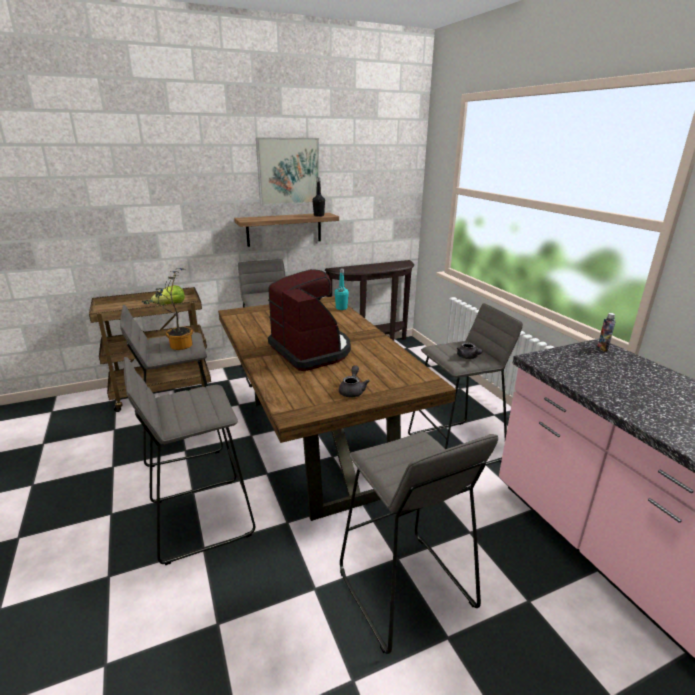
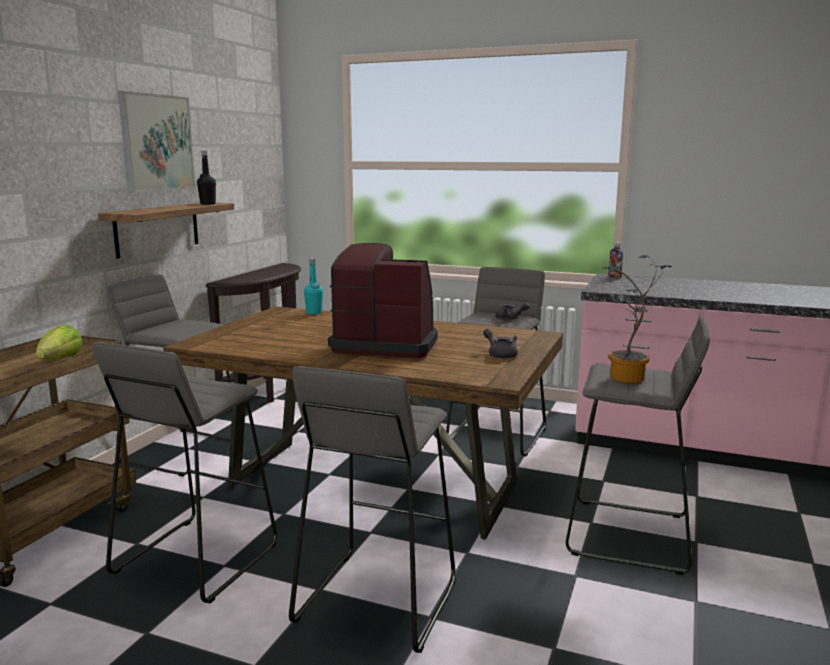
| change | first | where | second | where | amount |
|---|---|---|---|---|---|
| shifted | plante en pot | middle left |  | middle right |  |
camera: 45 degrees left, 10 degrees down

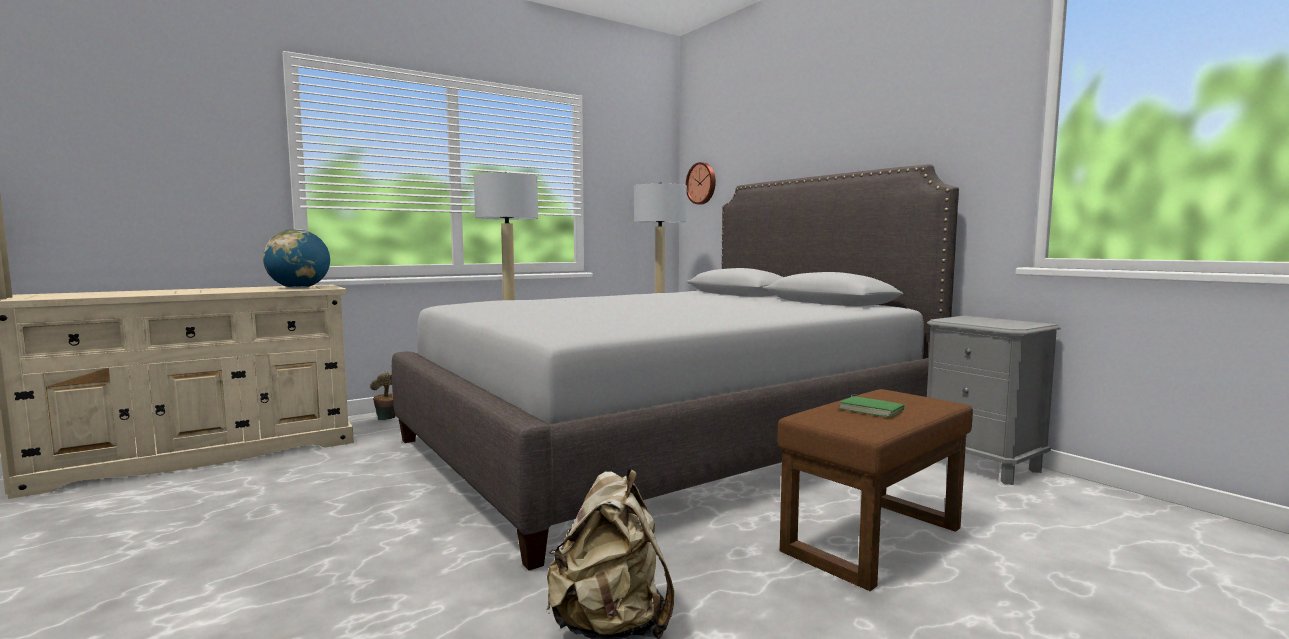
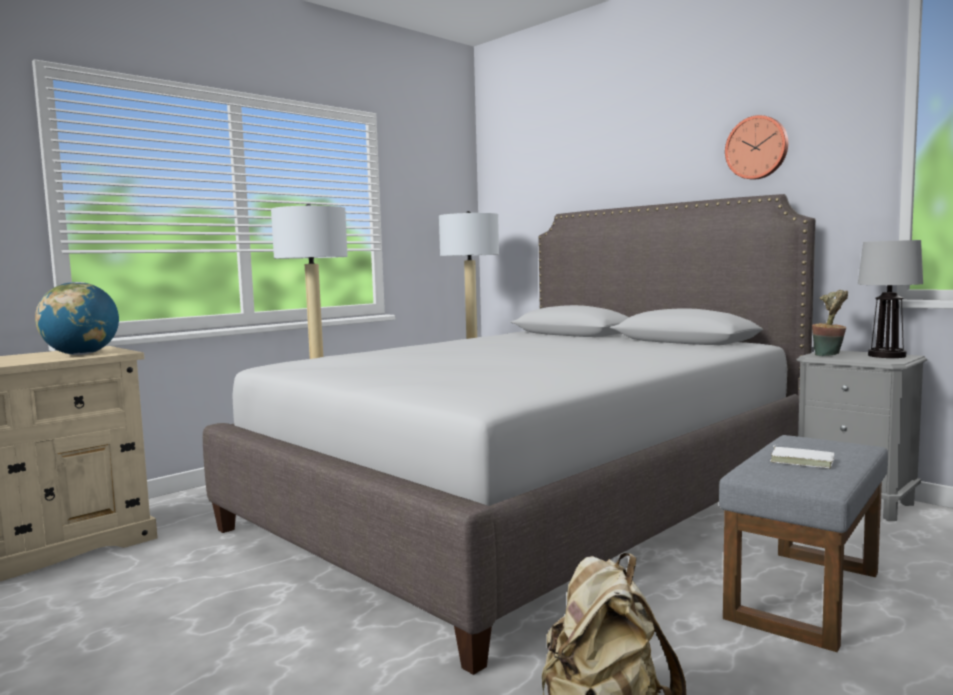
| change | first | where | second | where | amount |
|---|---|---|---|---|---|
| shifted | plante en pot | middle left |  | middle right |  |
| shifted | horloge murale | top centre |  | top right |  |
| repainted | pouf/marron | bottom right | pouf/gris | bottom right |  |
| repainted | livre/vert | middle right | livre/blanc | middle right |  |
| new |  |  | lampe de table | middle right |  |
camera: 10 degrees left, 0 degrees up

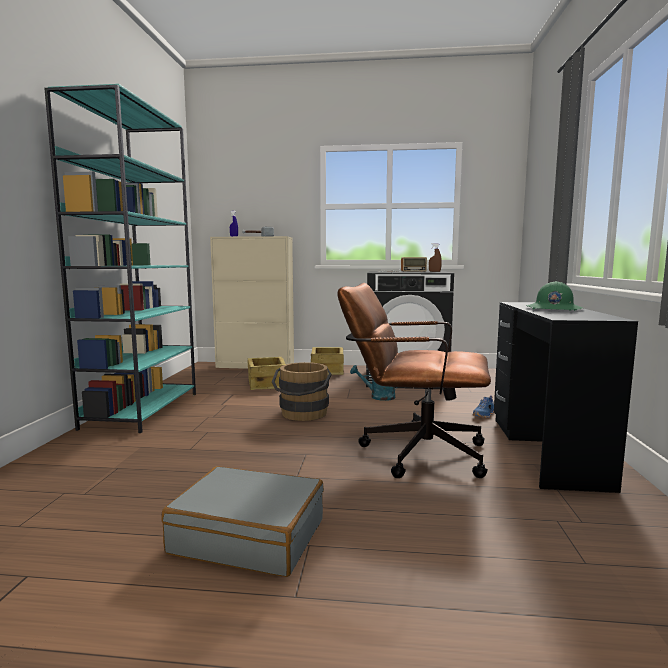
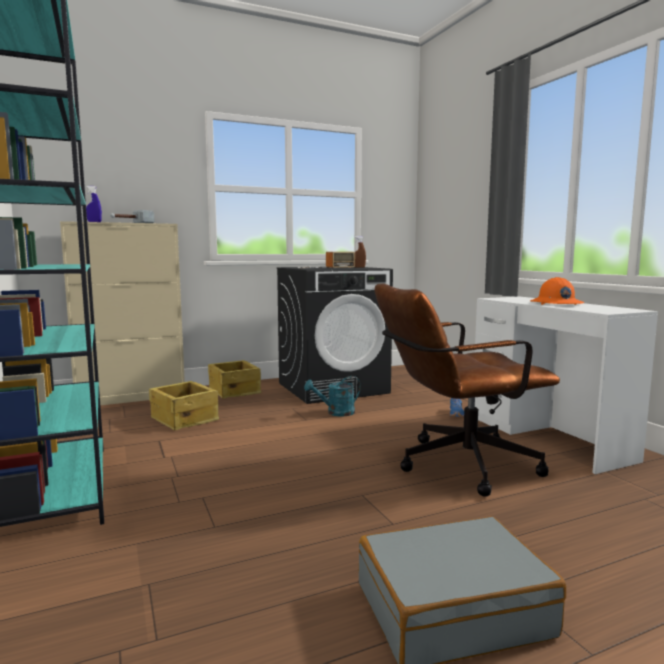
| change | first | where | second | where | amount |
|---|---|---|---|---|---|
| gone | seau/marron | centre |  |  |  |
| repainted | bureau/noir | middle right | bureau/blanc | middle right |  |
| repainted | casque de chantier/vert | middle right | casque de chantier/orange | middle right |  |
camera: 30 degrees left, 0 degrees up

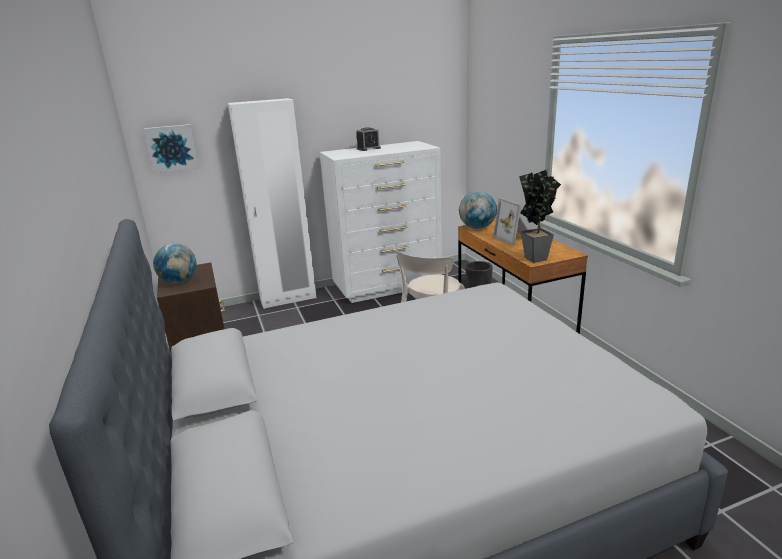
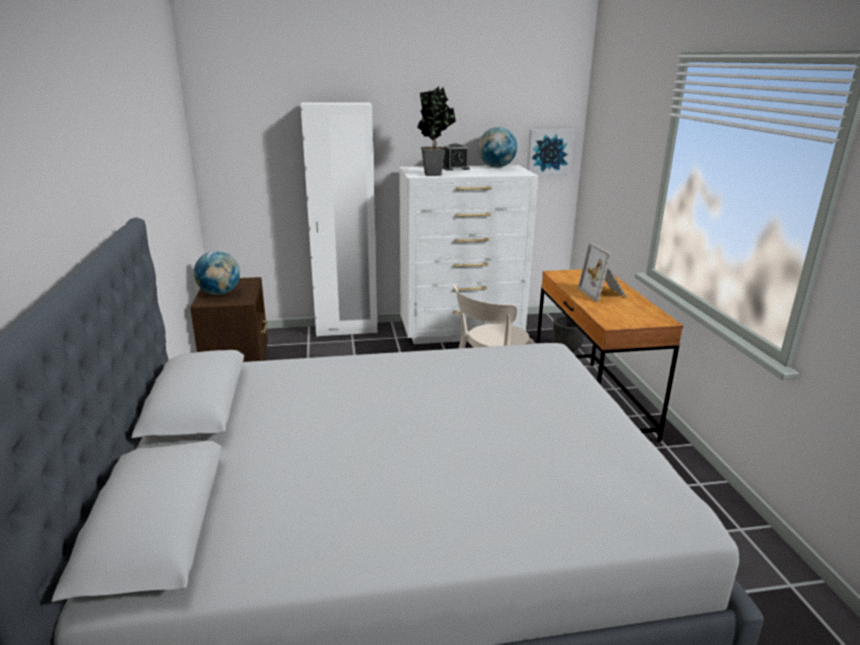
| change | first | where | second | where | amount |
|---|---|---|---|---|---|
| shifted | tableau | top left |  | top centre |  |
| shifted | globe (no. 2 from left) | centre |  | top centre |  |
| shifted | plante en pot | middle right |  | top centre |  |
camera: 10 degrees right, 0 degrees up

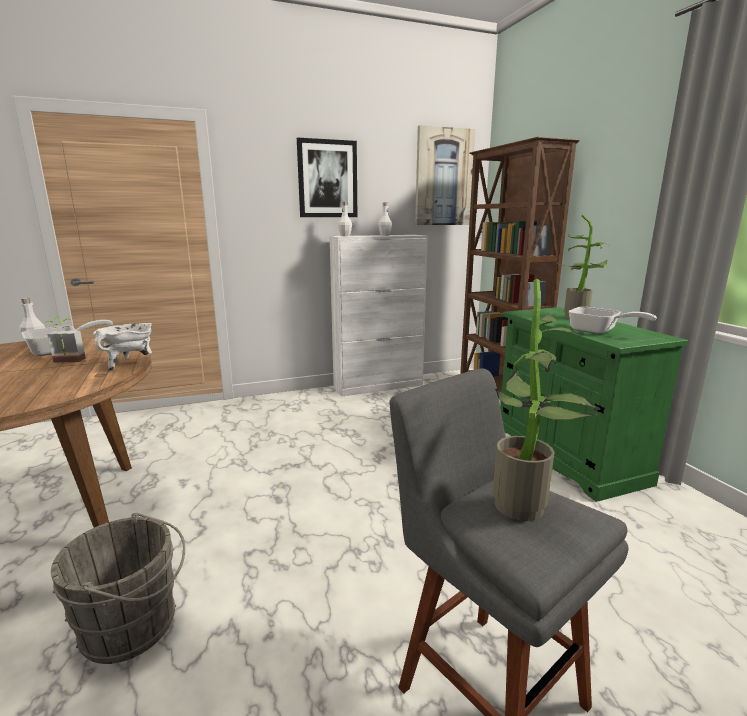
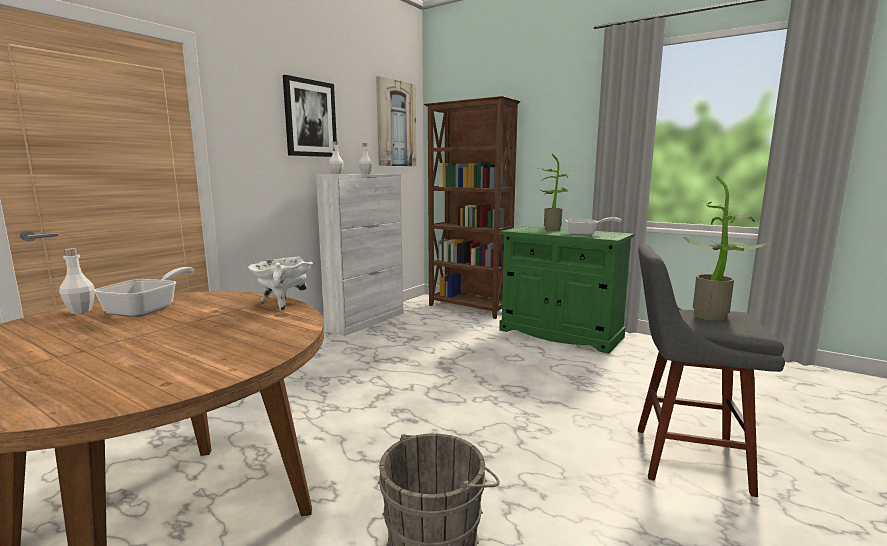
| change | first | where | second | where | amount |
|---|---|---|---|---|---|
| gone | plante en pot (no. 1 from left) | middle left |  |  |  |
camera: 35 degrees left, 5 degrees down

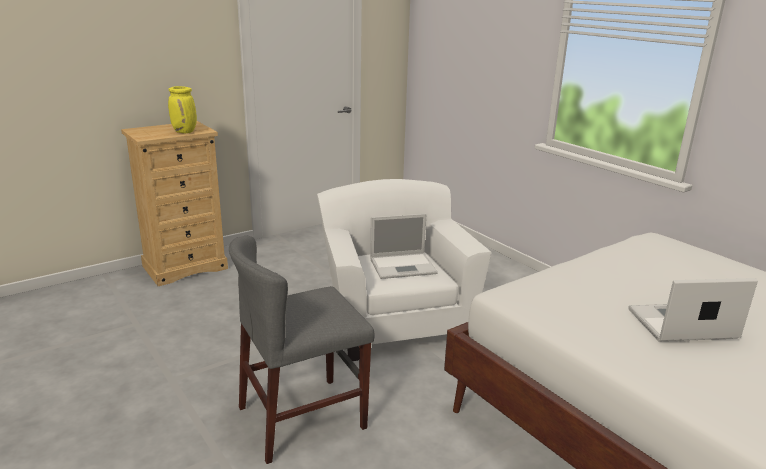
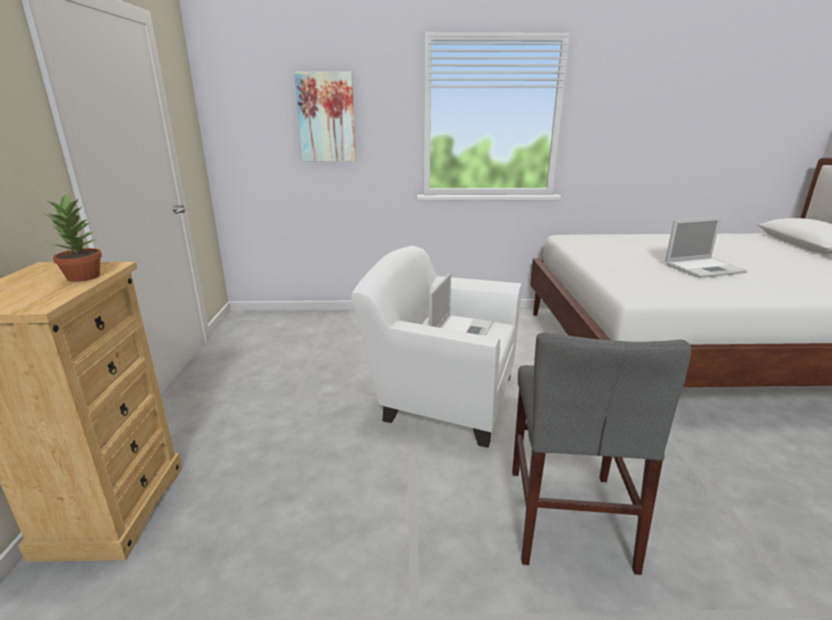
| change | first | where | second | where | amount |
|---|---|---|---|---|---|
| swapped | vase/jaune | top left | plante en pot | middle left |  |
| rotated | ordinateur portable (no. 2 from left) | middle right |  | middle right | 135 degrees counterclockwise |
| new |  |  | tableau | top centre |  |
camera: 55 degrees left, 0 degrees up

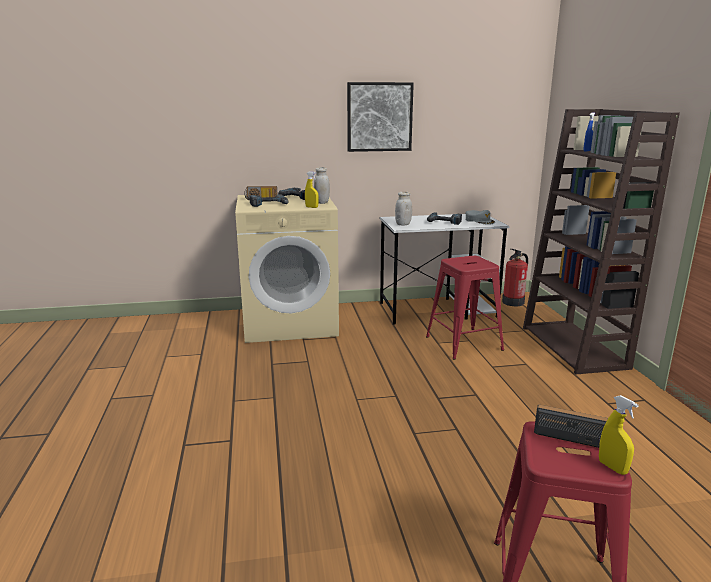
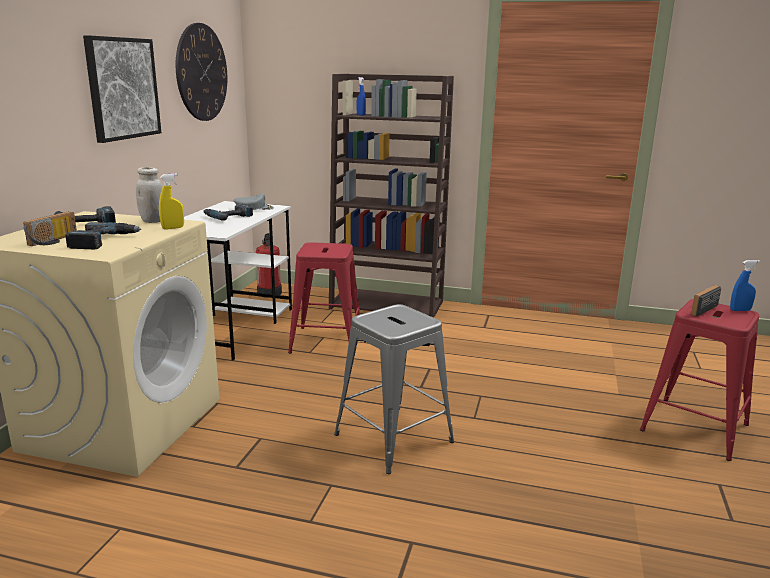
| change | first | where | second | where | amount |
|---|---|---|---|---|---|
| gone | bocal/blanc (no. 2 from left) | centre |  |  |  |
| repainted | vaporisateur/jaune (no. 2 from left) | bottom right | vaporisateur/bleu (no. 2 from left) | middle right |  |
| new |  |  | horloge murale | top left |  |
| new |  |  | tabouret/gris | bottom centre |  |
camera: 65 degrees left, 0 degrees up

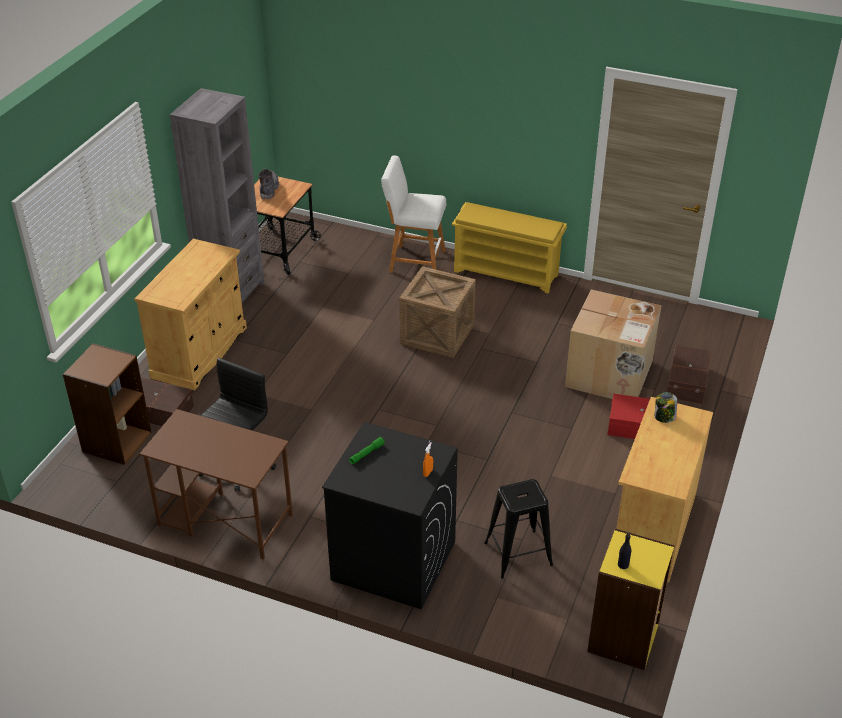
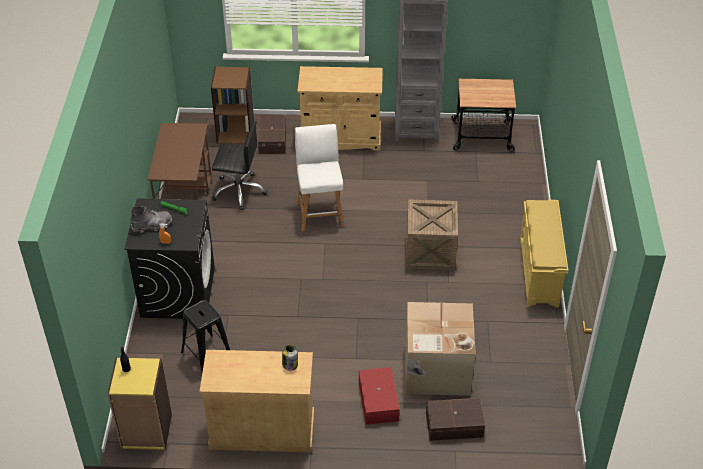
| change | first | where | second | where | amount |
|---|---|---|---|---|---|
| shifted | botte/gris | top left |  | middle left |  |
| shifted | tabouret/blanc | top centre |  | centre |  |
camera: 70 degrees right, 5 degrees up

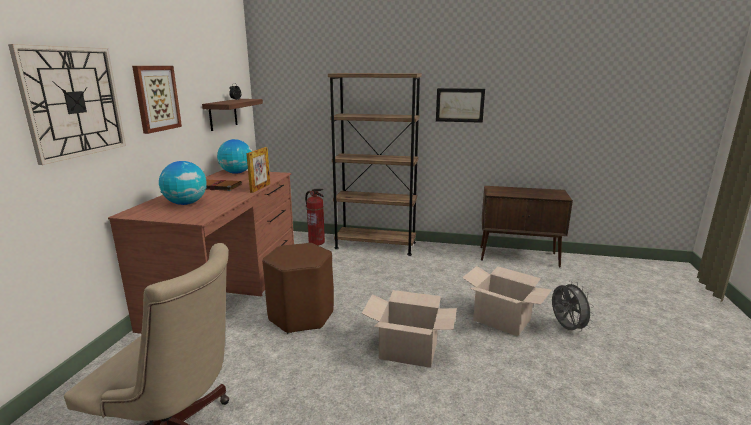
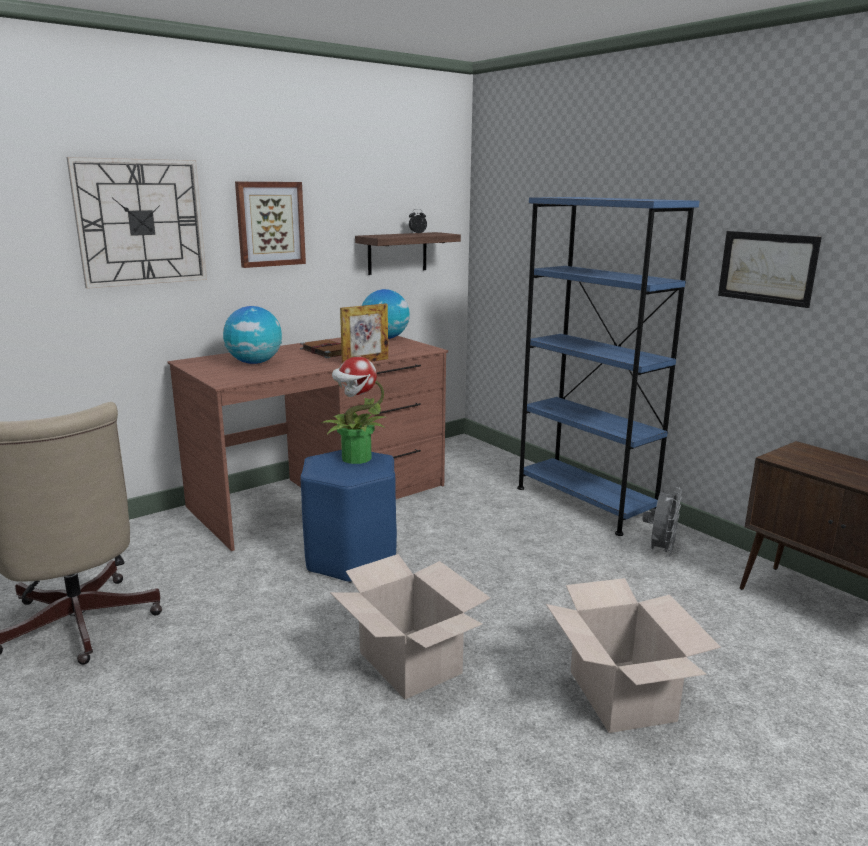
| change | first | where | second | where | amount |
|---|---|---|---|---|---|
| repainted | tabouret/marron | bottom centre | tabouret/bleu | centre |  |
| gone | extincteur | centre |  |  |  |
| repainted | bibliothèque/marron | centre | bibliothèque/bleu | middle right |  |
| shifted | ventilateur/gris | bottom right |  | middle right |  |
| new |  |  | plante en pot | centre |  |
camera: 40 degrees right, 0 degrees up

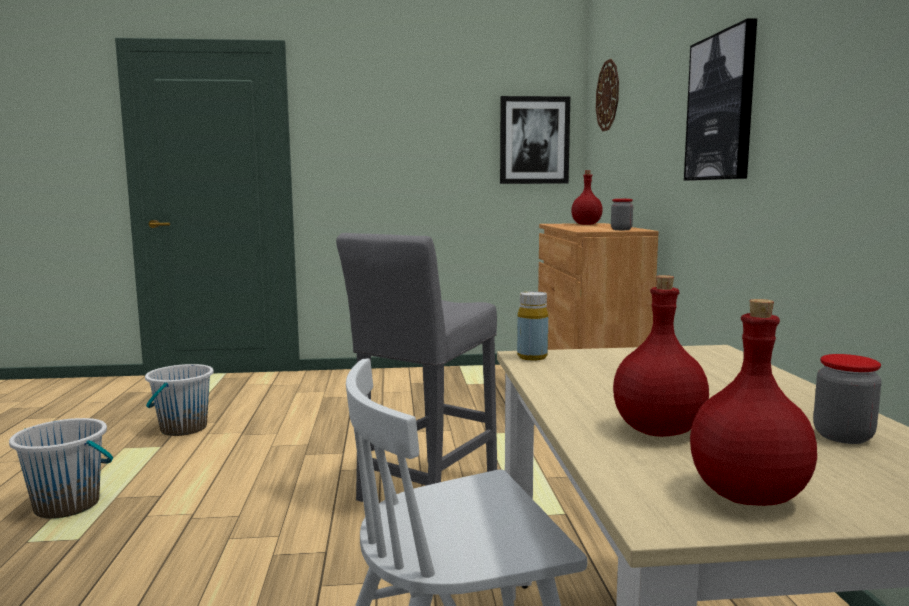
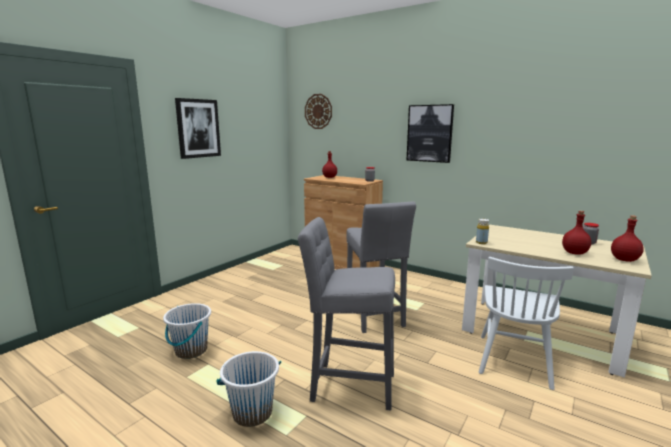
| change | first | where | second | where | amount |
|---|---|---|---|---|---|
| shifted | tableau (no. 1 from left) | top centre |  | top left |  |
| new |  |  | tabouret/gris (no. 1 from left) | bottom centre |  |
camera: 50 degrees left, 5 degrees up

